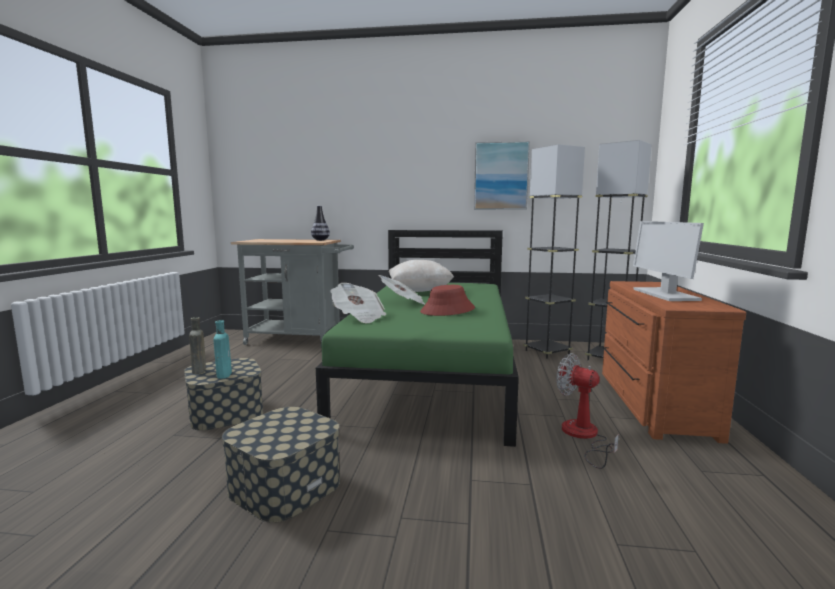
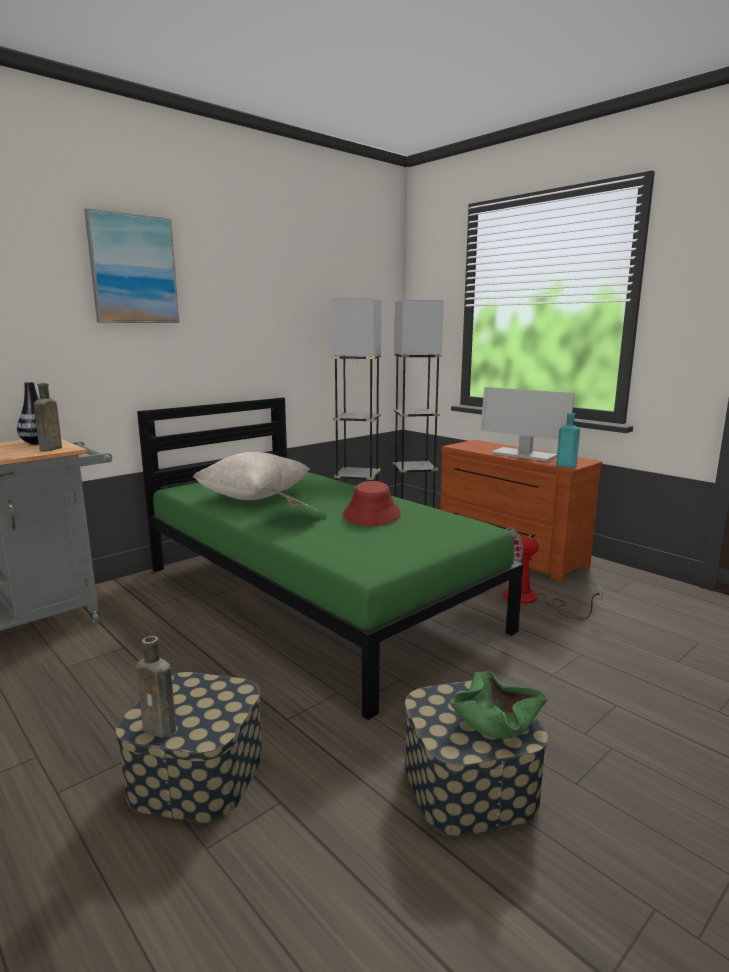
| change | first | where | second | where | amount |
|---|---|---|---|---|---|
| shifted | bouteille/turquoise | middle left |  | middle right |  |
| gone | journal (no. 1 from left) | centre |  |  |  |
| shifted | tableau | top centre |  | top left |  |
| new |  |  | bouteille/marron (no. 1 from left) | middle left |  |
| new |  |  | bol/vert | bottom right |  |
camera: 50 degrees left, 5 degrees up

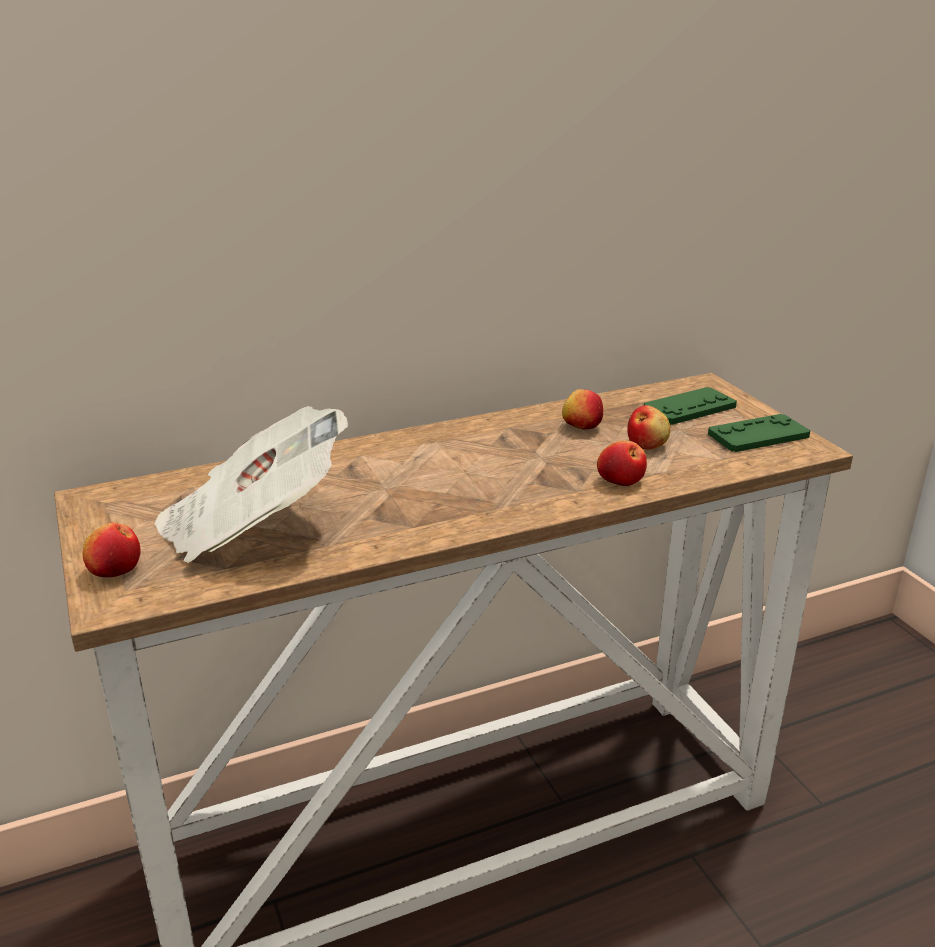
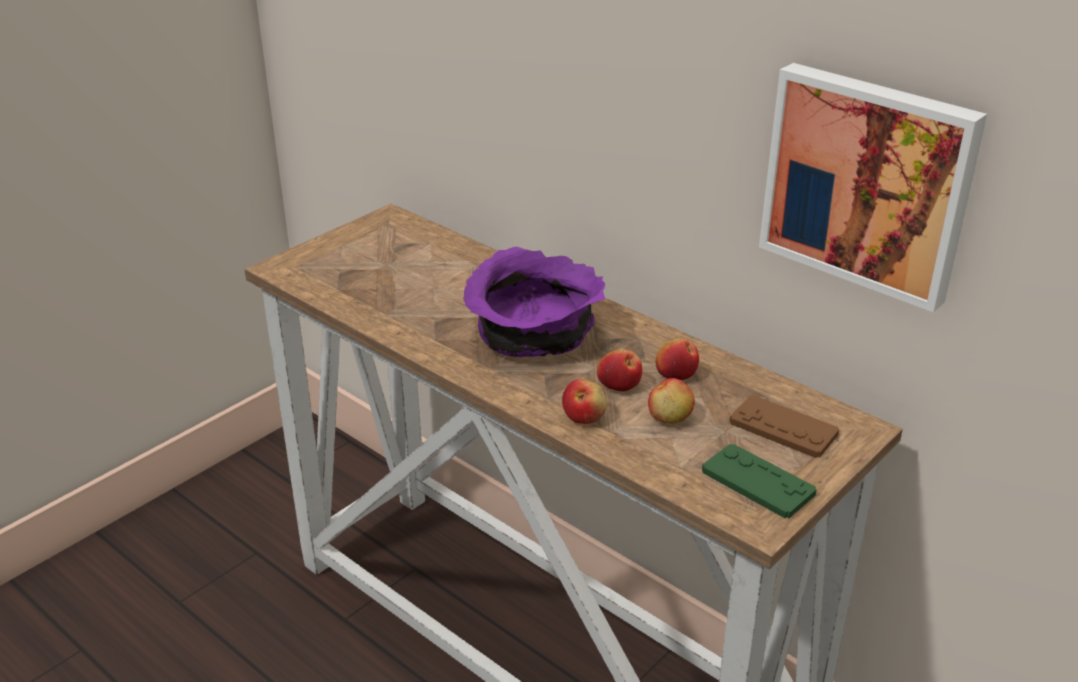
| change | first | where | second | where | amount |
|---|---|---|---|---|---|
| shifted | pomme (no. 1 from left in the first image) | middle left | pomme (no. 2 from left) | centre |  |
| gone | journal | middle left |  |  |  |
| repainted | manette/vert (no. 1 from left) | middle right | manette/marron | middle right |  |
| new |  |  | bol/violet | centre |  |
| new |  |  | tableau | top right |  |
camera: 65 degrees right, 5 degrees up

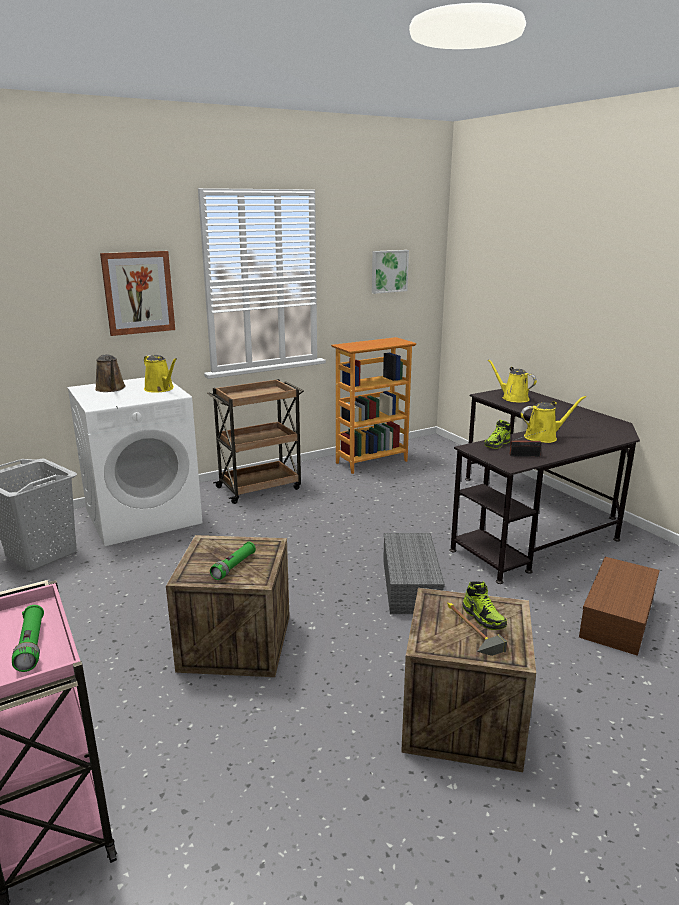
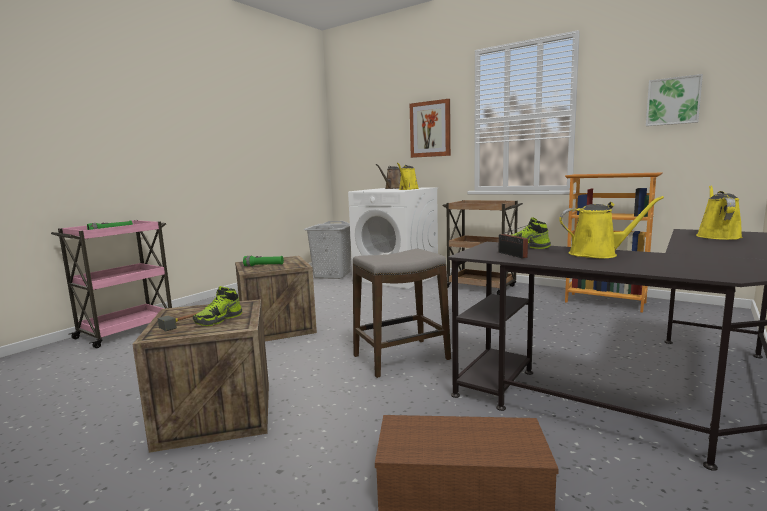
| change | first | where | second | where | amount |
|---|---|---|---|---|---|
| swapped | boîte de rangement/gris | centre | tabouret | centre |  |
| rotated | arrosoir/jaune (no. 3 from left in the first image) | middle right | arrosoir/jaune (no. 2 from left) | middle right | 45 degrees counterclockwise |
camera: 65 degrees right, 10 degrees down

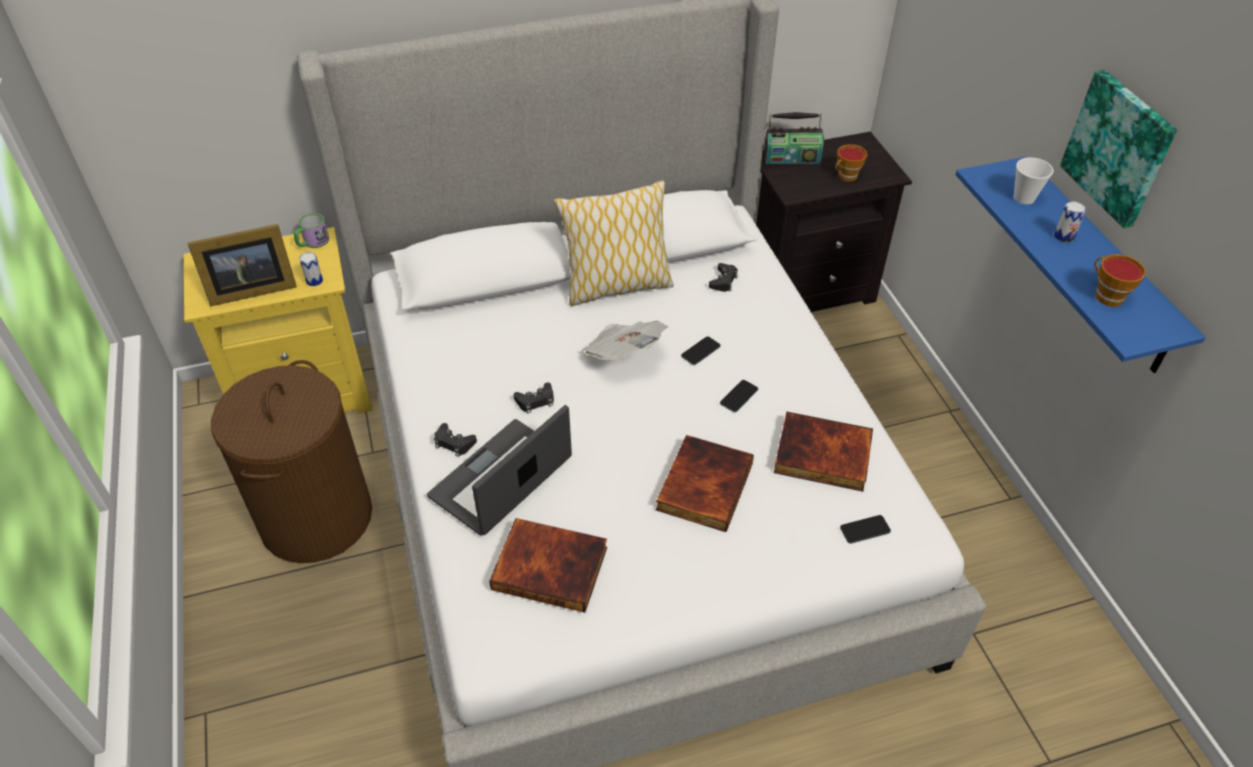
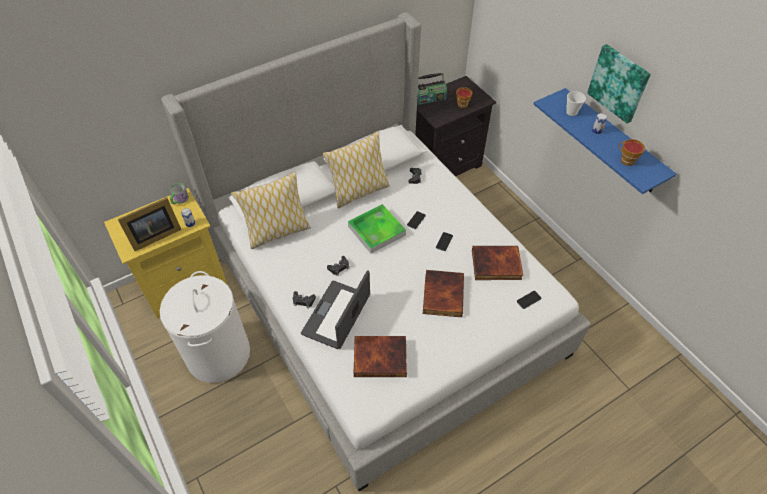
| change | first | where | second | where | amount |
|---|---|---|---|---|---|
| repainted | panier à linge/marron | middle left | panier à linge/blanc | middle left |  |
| swapped | journal | centre | plateau | centre |  |
| new |  |  | coussin (no. 1 from left) | centre |  |
camera: 15 degrees left, 5 degrees up

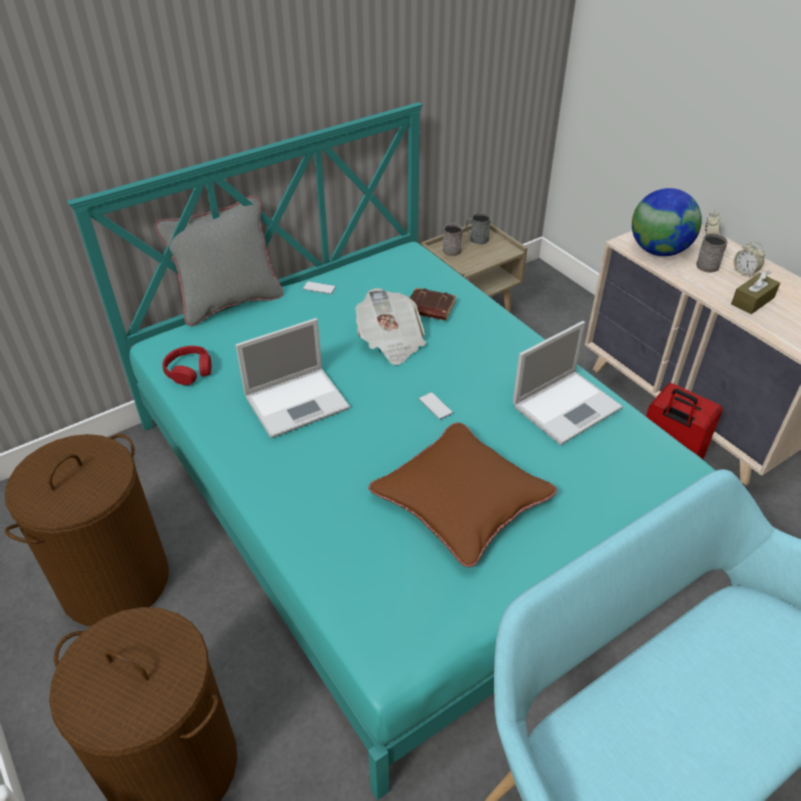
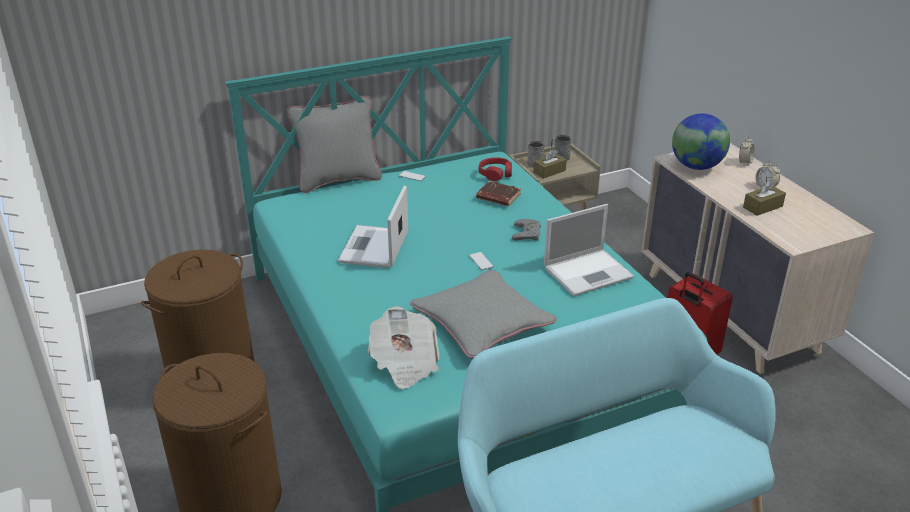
| change | first | where | second | where | amount |
|---|---|---|---|---|---|
| shifted | casque audio/rouge | middle left |  | top centre |  |
| rotated | ordinateur portable (no. 1 from left) | centre |  | centre | 120 degrees clockwise |
| shifted | journal | centre |  | bottom centre |  |
| repainted | coussin/marron | centre | coussin/gris (no. 2 from left) | centre |  |
| gone | mug/gris (no. 3 from left) | top right |  |  |  |
| new |  |  | manette/gris | centre |  |
| new |  |  | boîte à mouchoirs/marron (no. 1 from left) | top centre |  |
camera: 10 degrees right, 10 degrees down

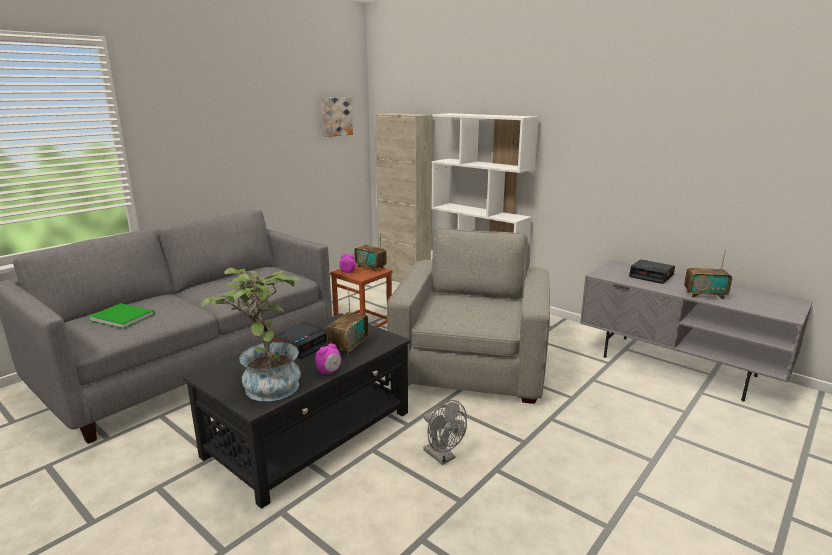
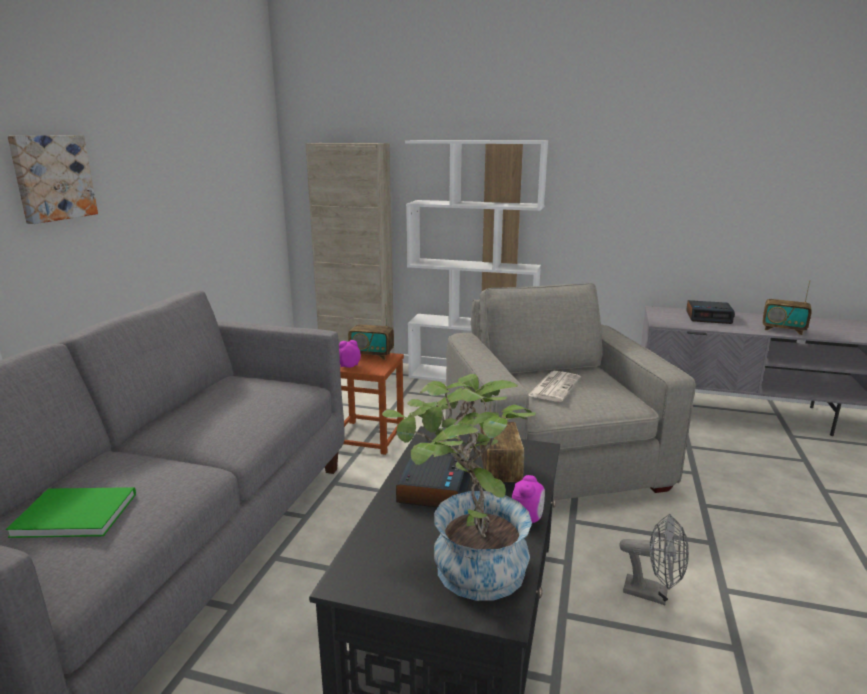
| change | first | where | second | where | amount |
|---|---|---|---|---|---|
| shifted | tableau | top centre |  | top left |  |
| rotated | radio (no. 3 from left) | middle right |  | middle right | 45 degrees clockwise |
| new |  |  | journal | centre |  |
camera: 25 degrees left, 0 degrees up

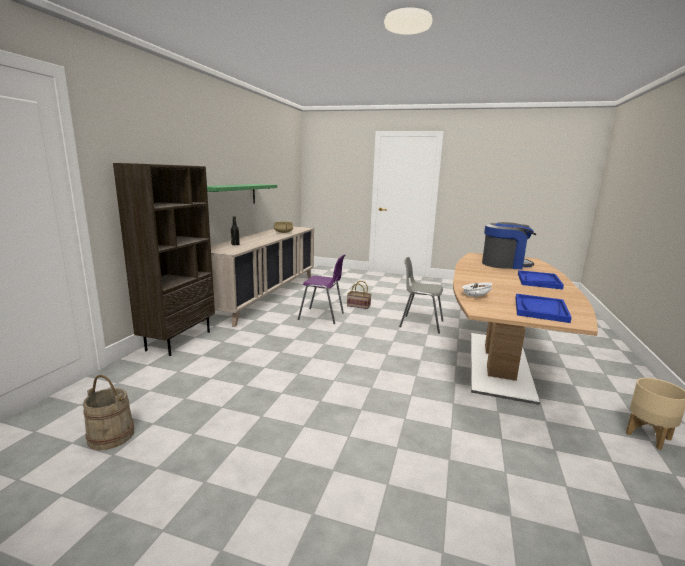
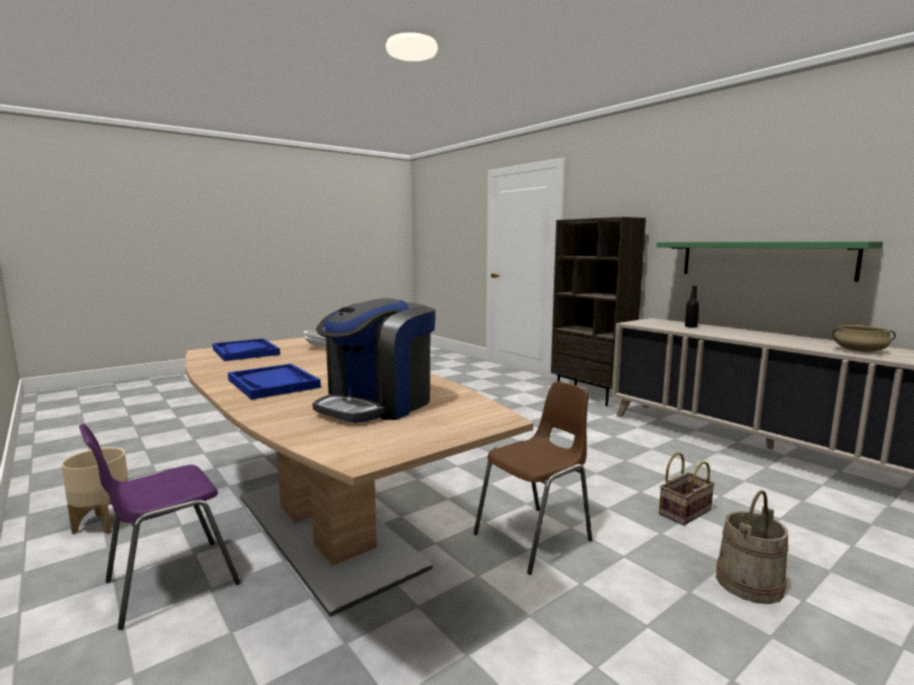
| change | first | where | second | where | amount |
|---|---|---|---|---|---|
| shifted | seau/beige | bottom left |  | bottom right |  |
| shifted | chaise/violet | centre |  | bottom left |  |
| repainted | chaise/gris | centre | chaise/marron | bottom centre |  |
camera: 125 degrees right, 5 degrees down

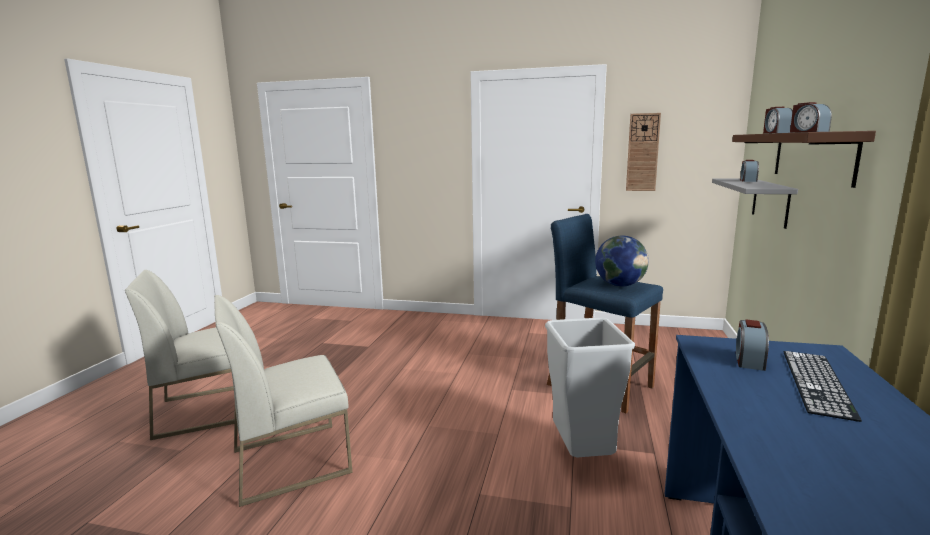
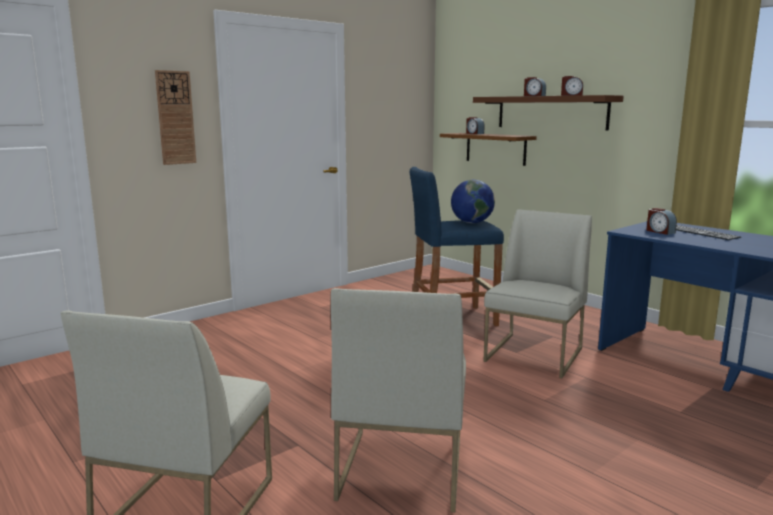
| change | first | where | second | where | amount |
|---|---|---|---|---|---|
| swapped | poubelle/gris | bottom centre | chaise/blanc (no. 3 from left) | middle right |  |
| shifted | horloge murale | top right |  | top left |  |
| repainted | étagère/gris | middle right | étagère/marron (no. 1 from left) | top centre |  |
camera: 55 degrees left, 0 degrees up

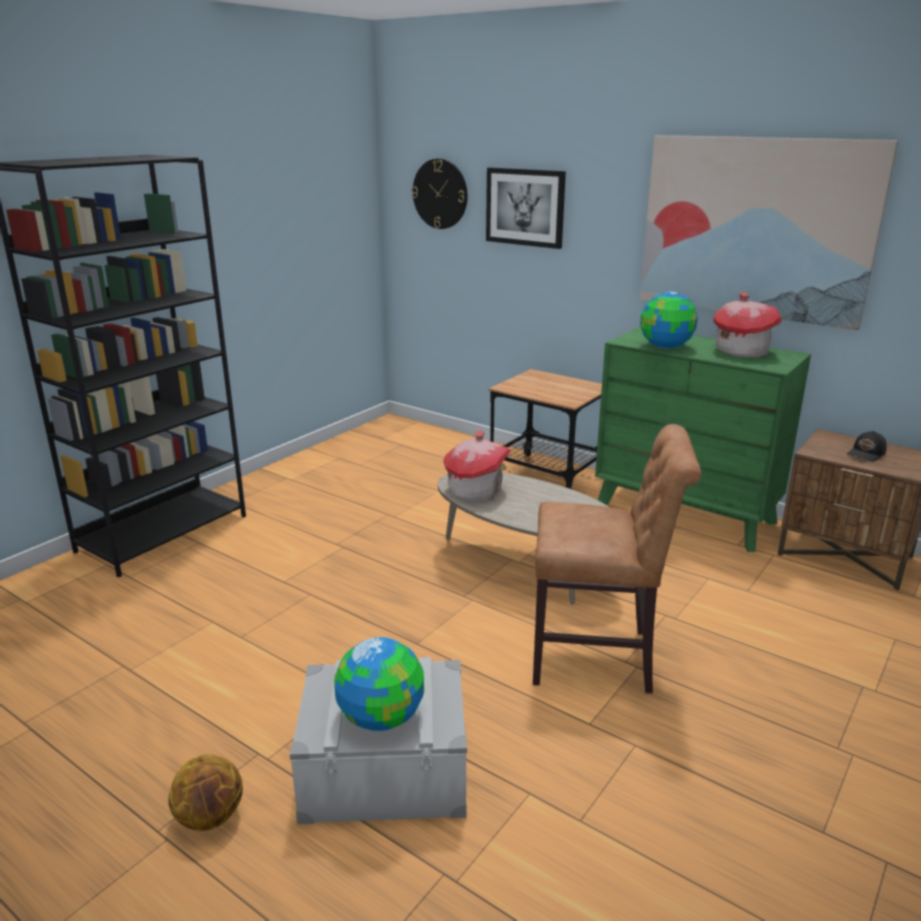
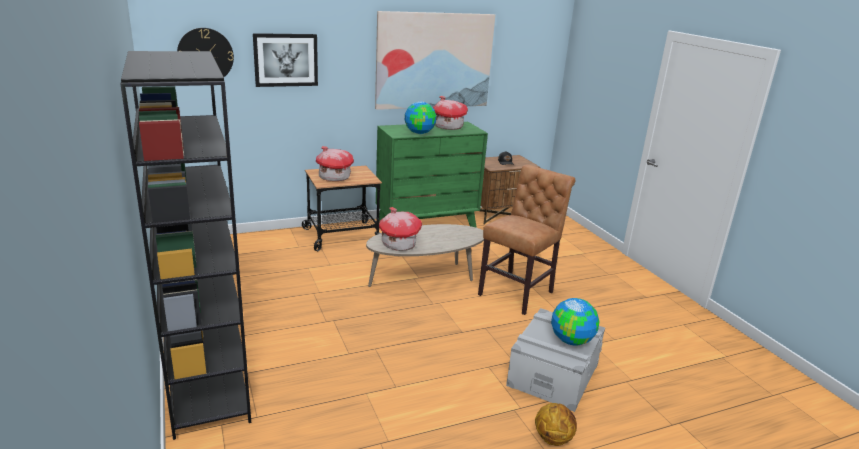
| change | first | where | second | where | amount |
|---|---|---|---|---|---|
| new |  |  | maison miniature (no. 1 from left) | centre |  |
camera: 60 degrees left, 0 degrees up

